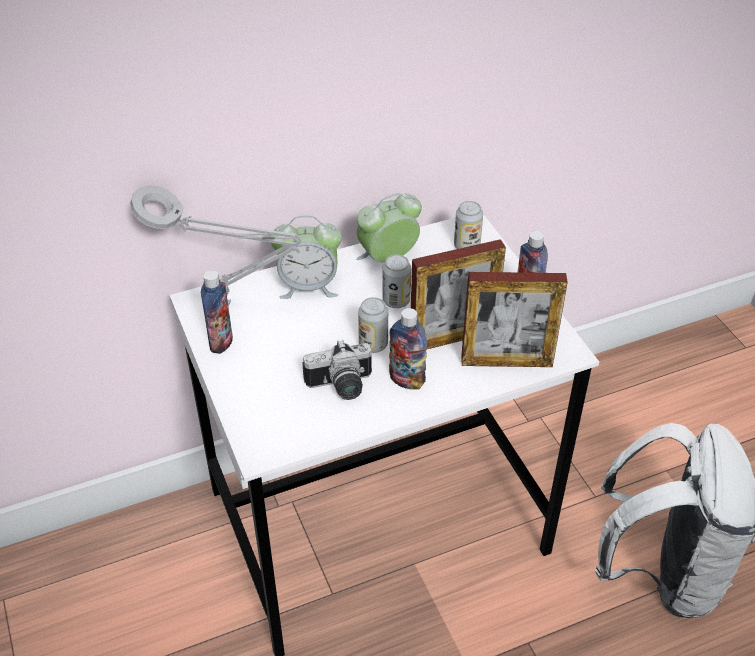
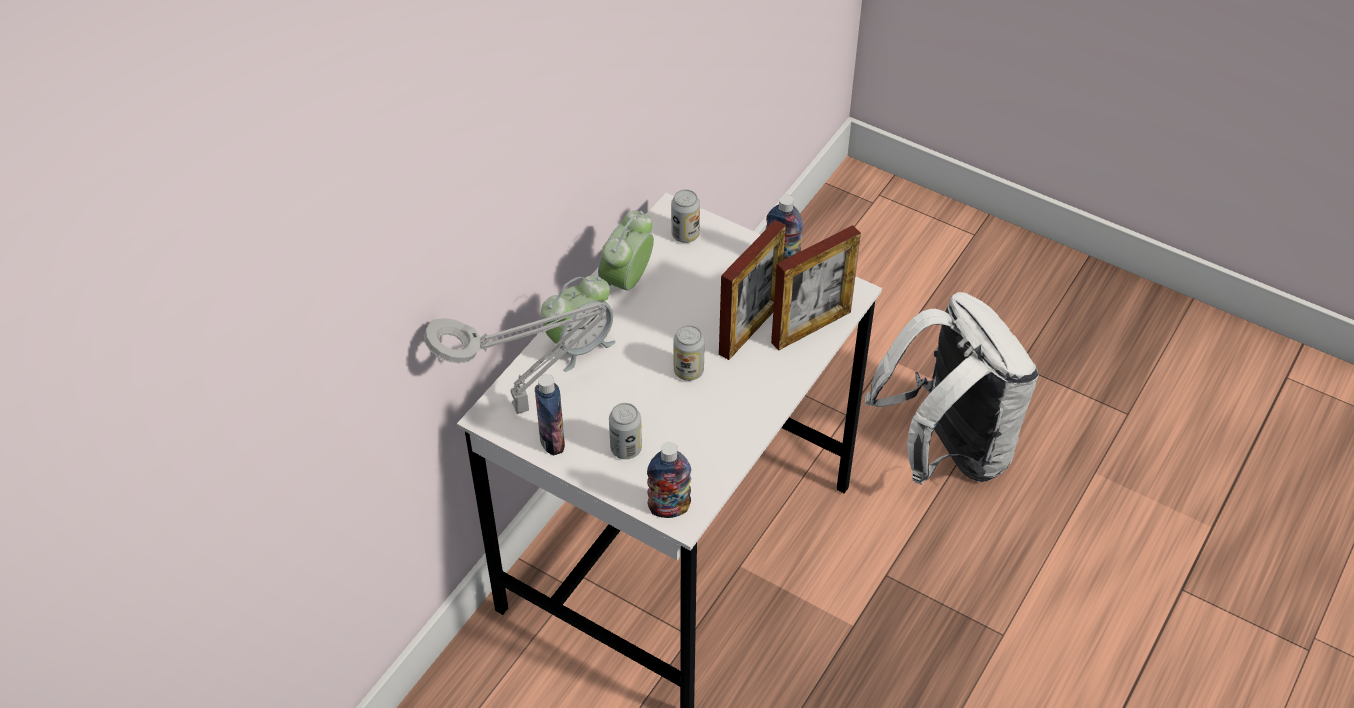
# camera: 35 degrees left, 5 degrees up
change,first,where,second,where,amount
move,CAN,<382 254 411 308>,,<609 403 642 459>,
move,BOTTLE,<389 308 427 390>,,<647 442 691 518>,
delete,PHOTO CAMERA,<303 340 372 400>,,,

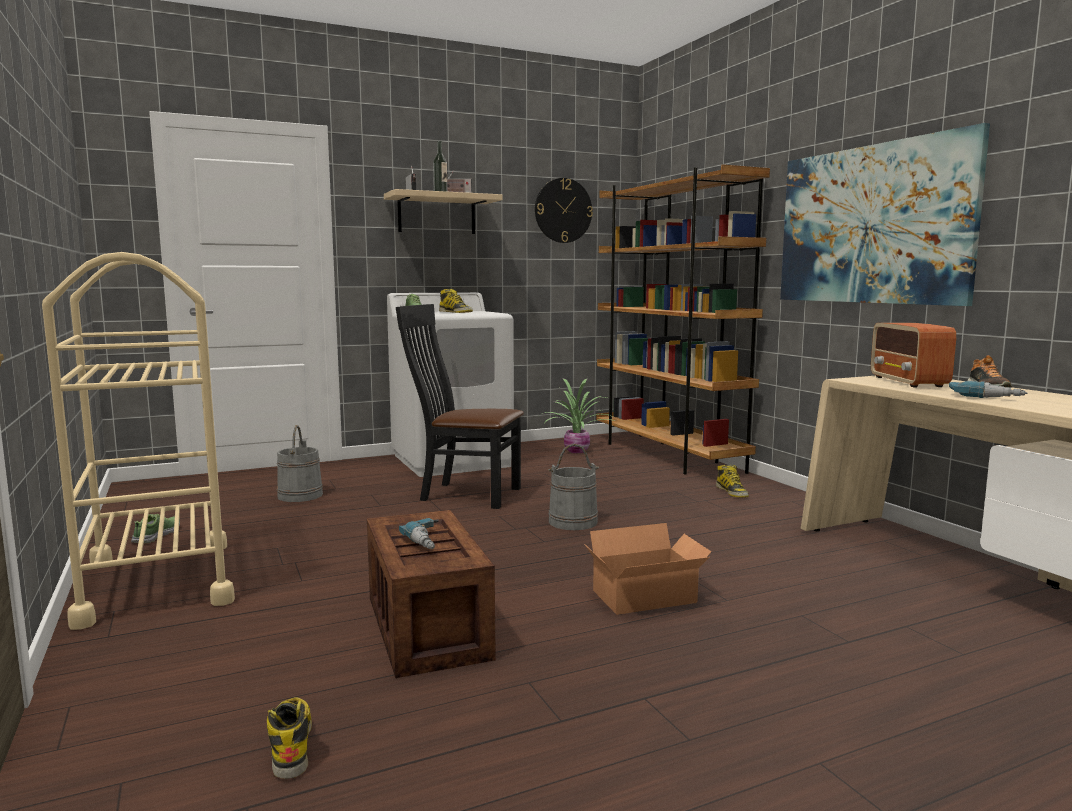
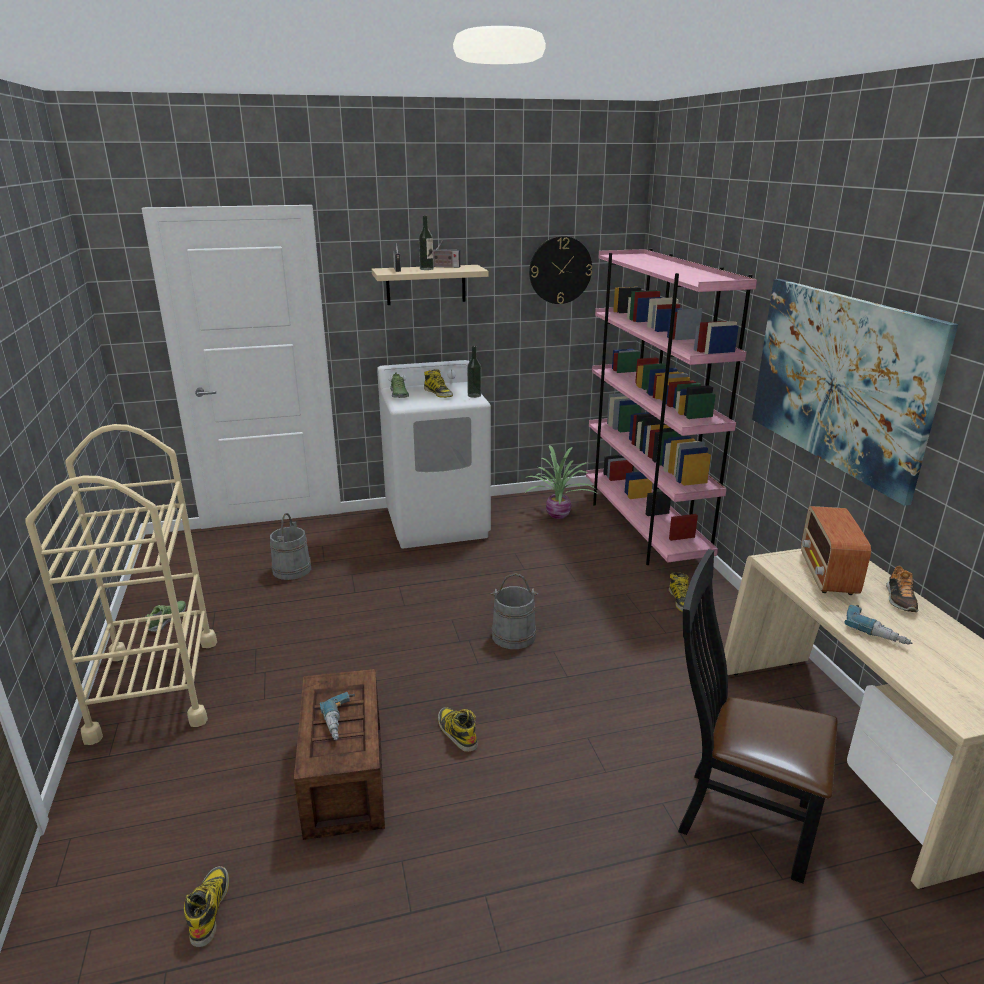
# camera: 10 degrees right, 15 degrees up
change,first,where,second,where,amount
recolor,BROWN BOOKCASE,<596 164 770 474>,PINK BOOKCASE,<586 249 757 565>,
move,BLACK CHAIR,<396 304 524 509>,,<678 549 838 884>,
delete,CARDBOARD BOX,<584 523 711 615>,,,
insert,,,BOTTLE,<467 346 481 398>,
insert,,,BOOT,<438 707 478 752>,

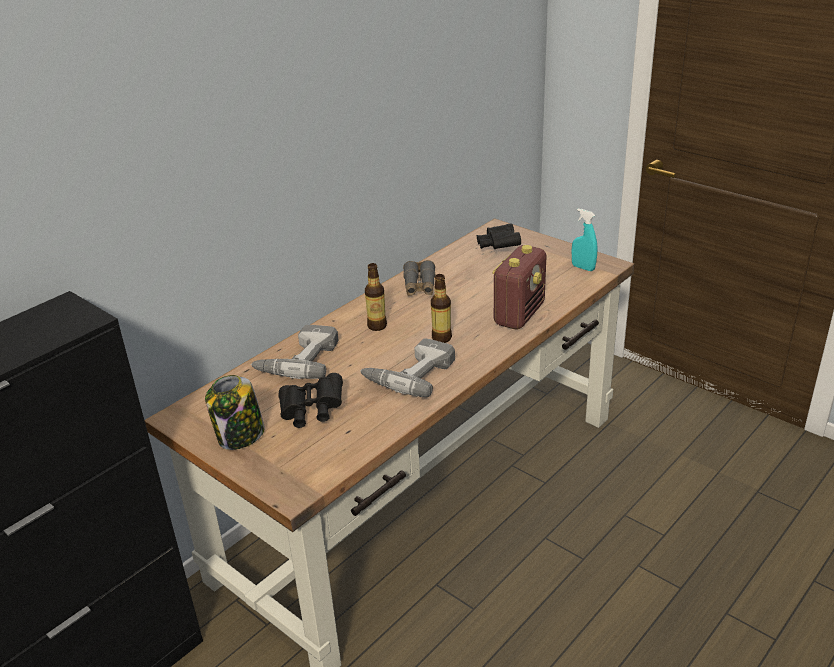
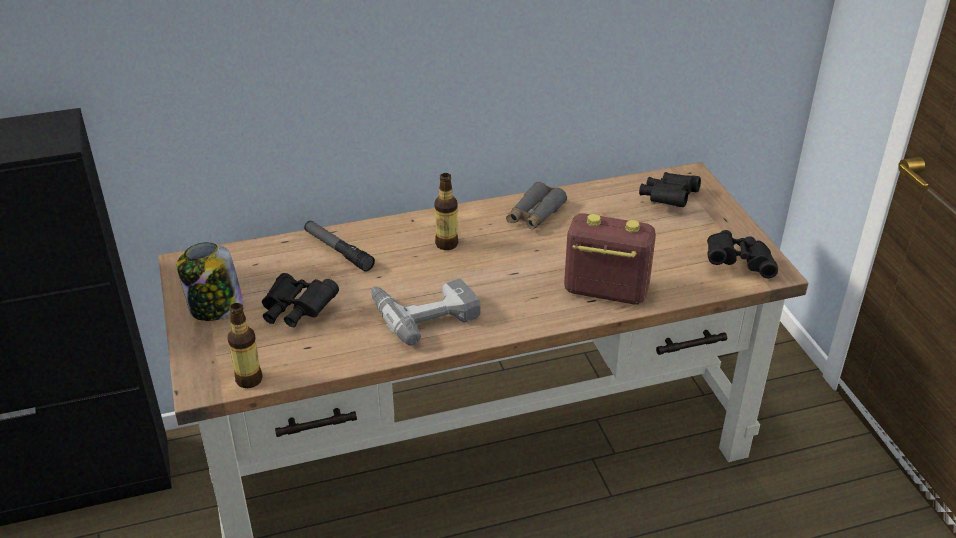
# camera: 30 degrees right, 5 degrees up
change,first,where,second,where,amount
replace,TURQUOISE SPRAY BOTTLE,<572 208 597 271>,BLACK BINOCULARS,<707 230 778 278>,
rotate,RADIO,<492 245 546 329>,,<564 213 656 305>,135 degrees counterclockwise
move,BOTTLE,<431 274 452 343>,,<228 303 263 388>,
replace,POWER DRILL,<251 325 338 379>,FLASHLIGHT,<304 221 375 272>,

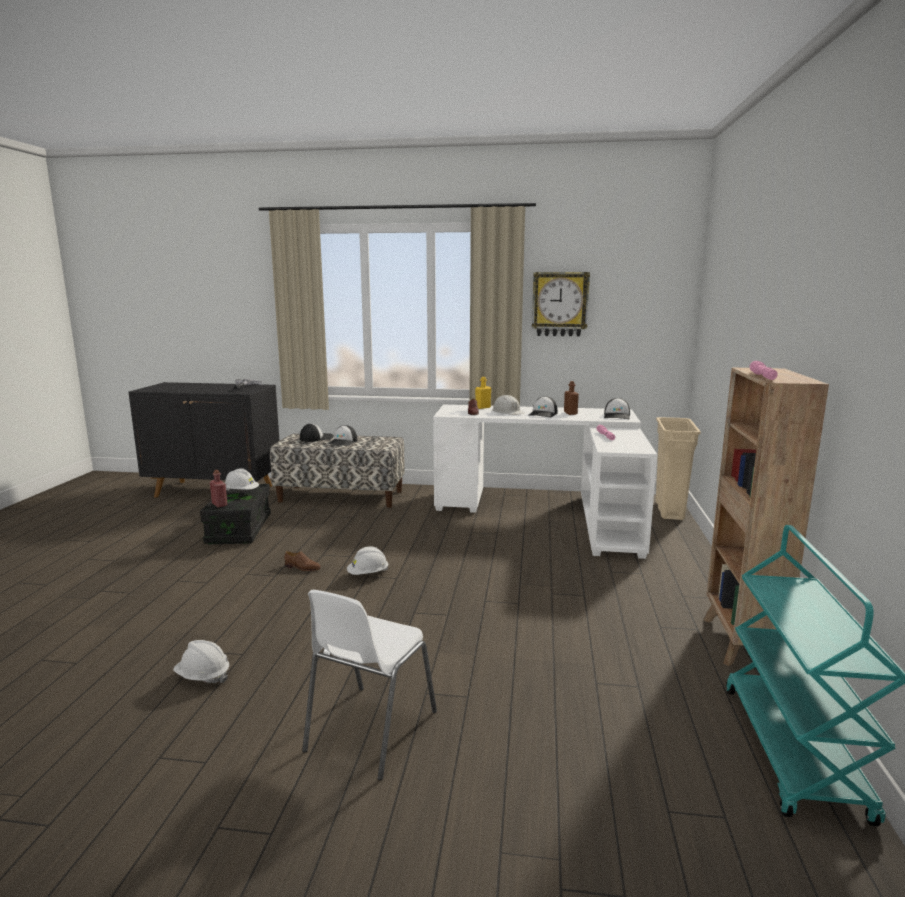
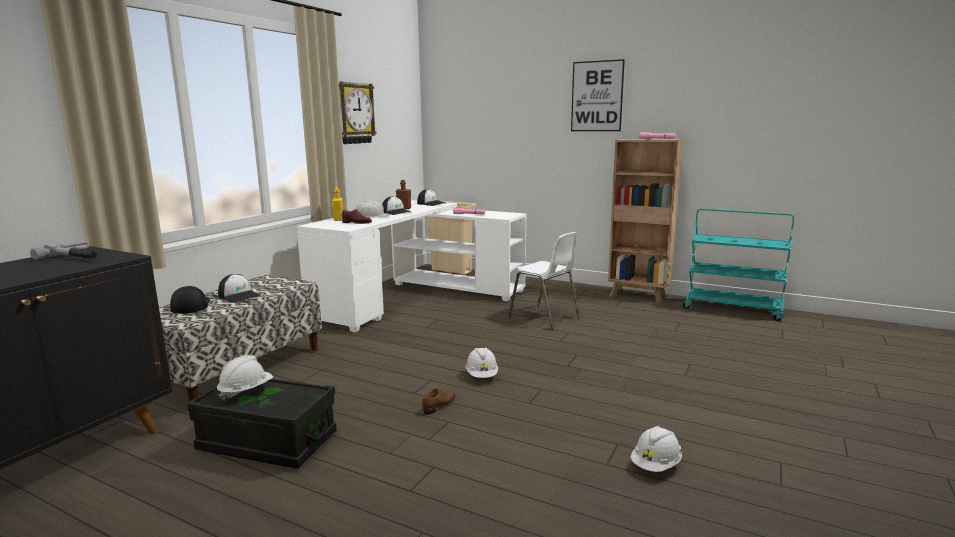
# camera: 70 degrees left, 0 degrees up
change,first,where,second,where,amount
delete,RED BOTTLE,<210 470 227 507>,,,
move,WHITE CHAIR,<302 590 437 781>,,<508 232 580 330>,
insert,,,PICTURE,<571 59 625 131>,

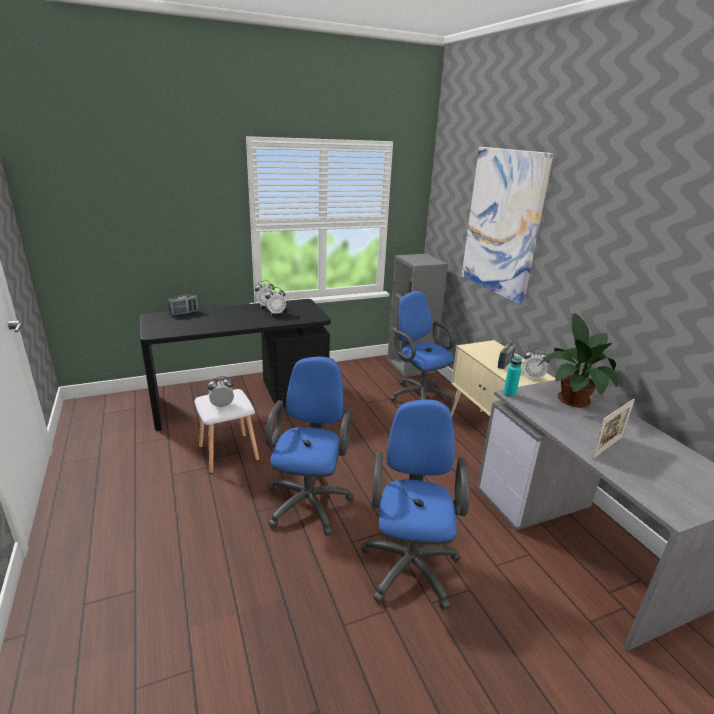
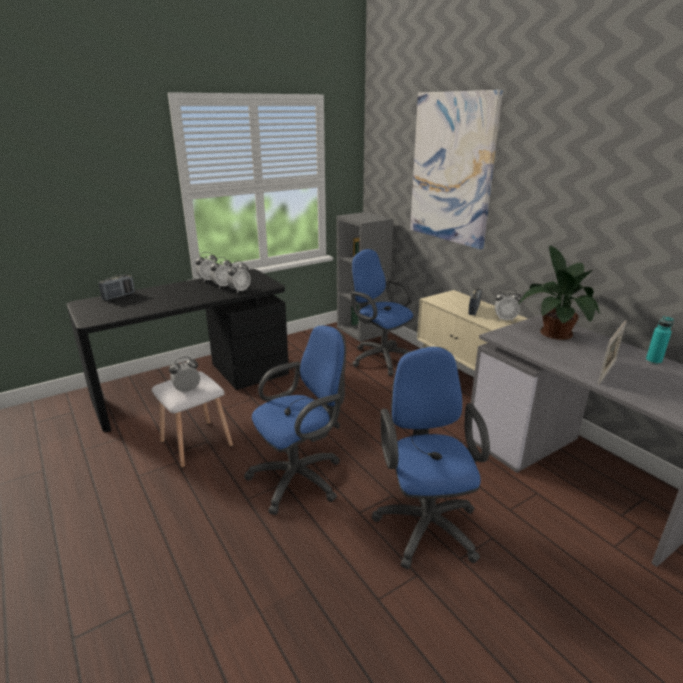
# camera: 10 degrees left, 0 degrees up
change,first,where,second,where,amount
move,TURQUOISE BOTTLE,<503 356 522 397>,,<646 316 674 365>,
rotate,BLUE OFFICE CHAIR,<265 357 354 536>,,<244 325 346 515>,60 degrees clockwise
insert,,,ALARM CLOCK,<227 261 250 293>,

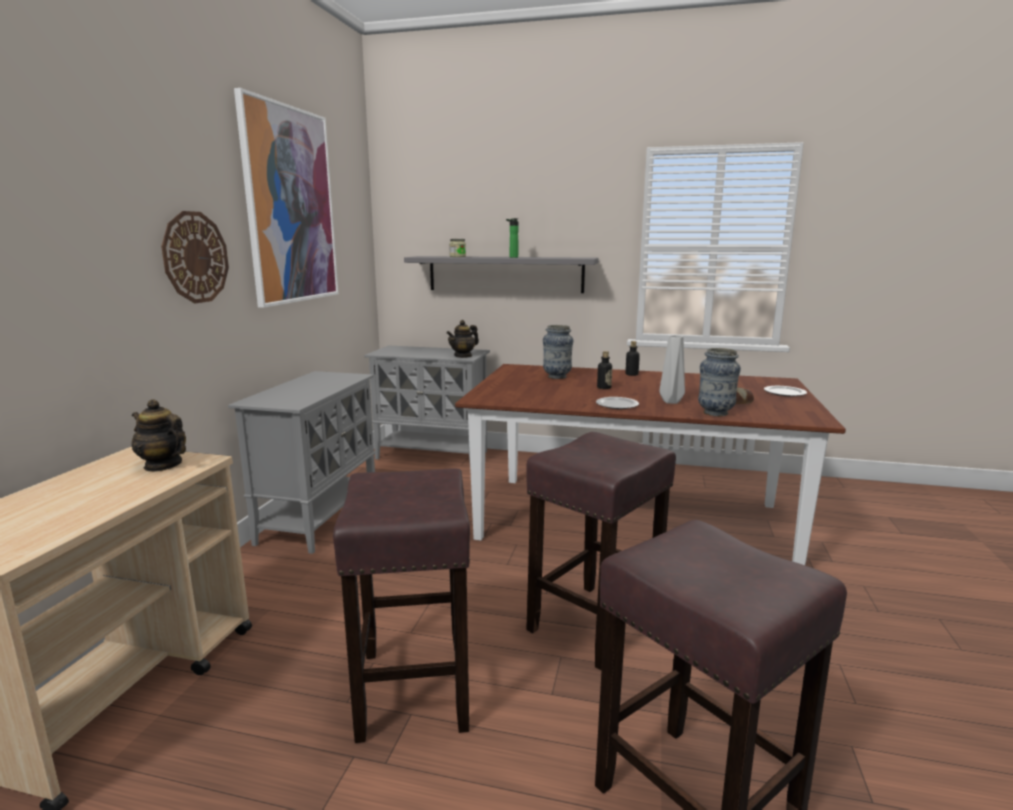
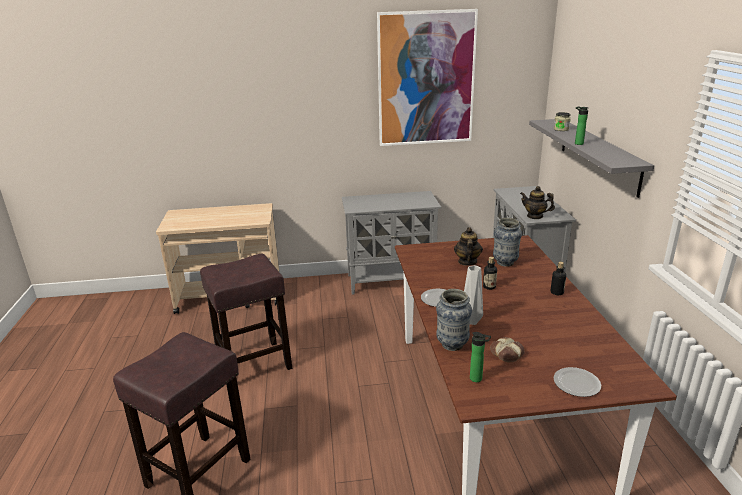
# camera: 70 degrees right, 10 degrees up
change,first,where,second,where,amount
delete,WALL CLOCK,<161 211 229 303>,,,
move,TEAPOT,<132 399 186 472>,,<454 227 483 266>,
delete,BROWN STOOL,<526 432 676 671>,,,
insert,,,BOTTLE,<470 332 491 382>,

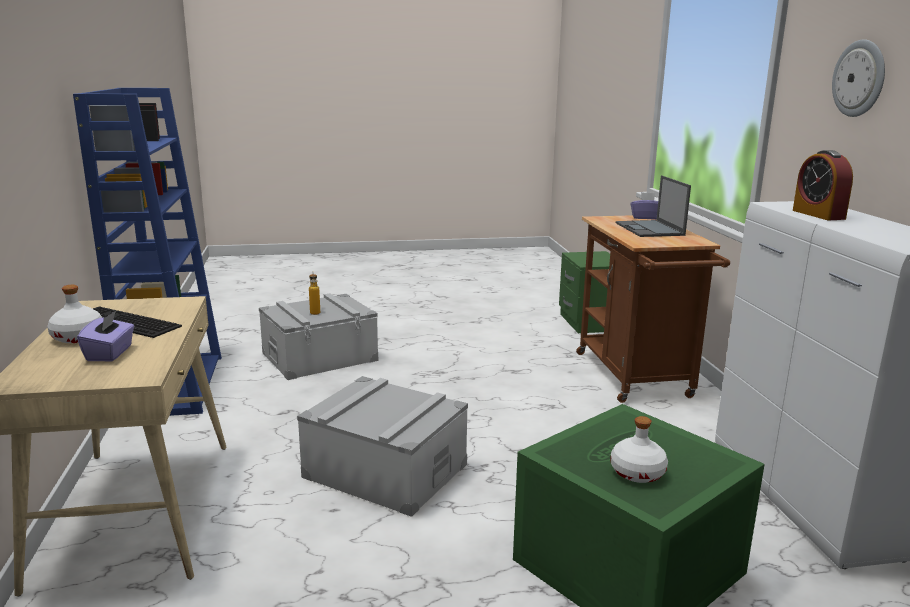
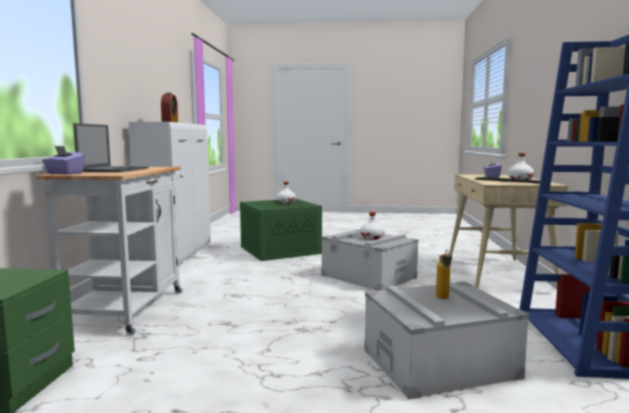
# camera: 165 degrees left, 10 degrees down
change,first,where,second,where,amount
delete,WALL CLOCK,<832 39 885 117>,,,
recolor,BROWN CART,<576 215 730 403>,WHITE CART,<36 167 184 335>,
insert,,,WHITE BOTTLE,<360 212 384 239>,

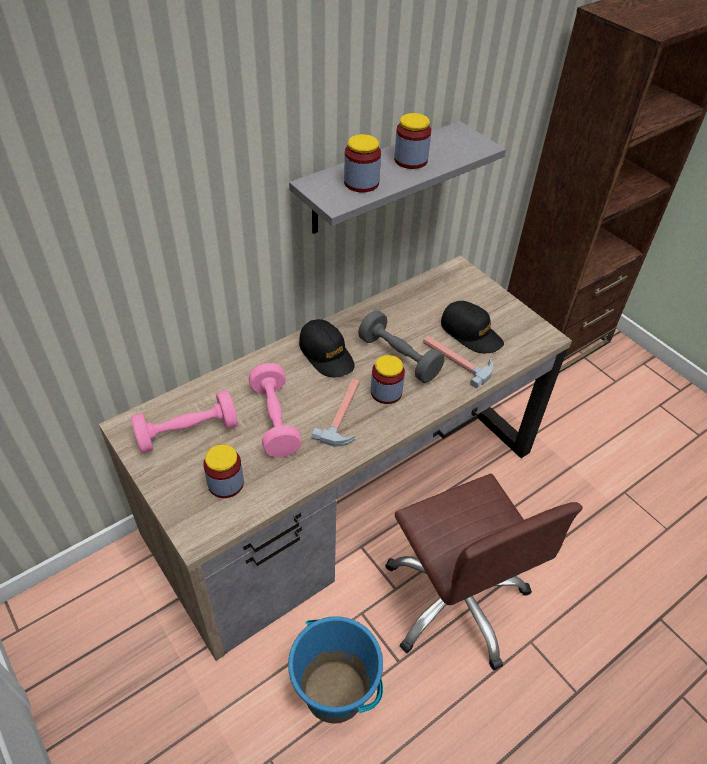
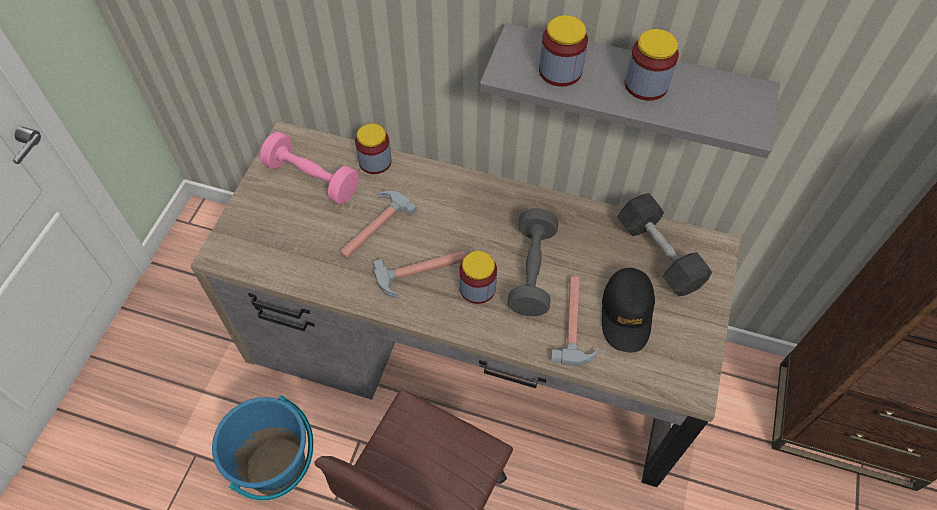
# camera: 55 degrees right, 10 degrees up
change,first,where,second,where,amount
delete,BLACK CAP,<299 319 355 377>,,,
replace,PINK DUMBBELL,<249 363 302 457>,HAMMER,<340 191 418 259>,
move,JAR,<203 444 244 498>,,<355 123 392 174>,
insert,,,BLACK DUMBBELL,<617 193 712 296>,

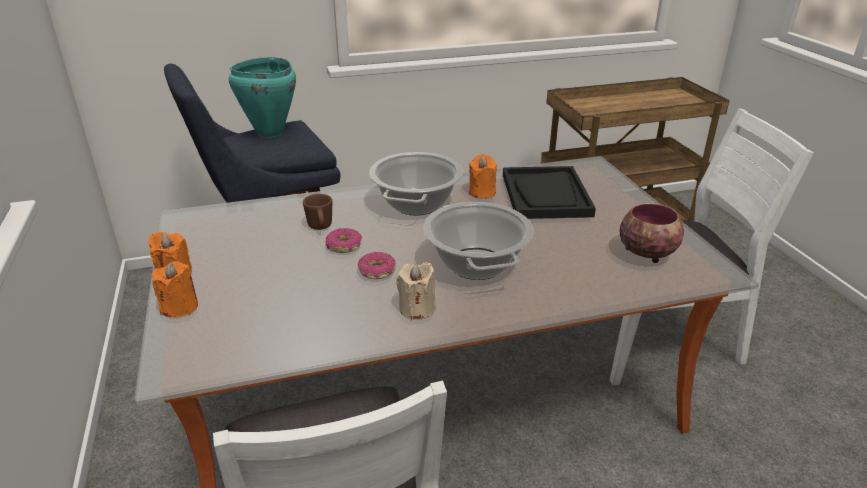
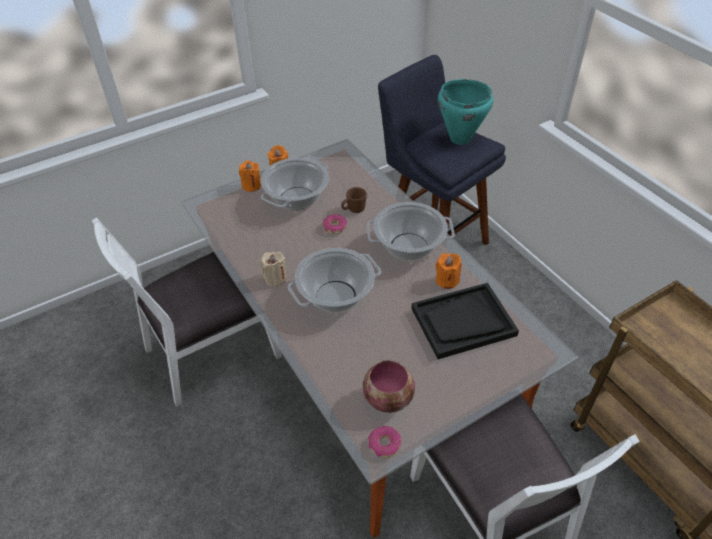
# camera: 75 degrees right, 15 degrees up
change,first,where,second,where,amount
move,DONUT,<358 252 396 279>,,<368 426 401 458>,
insert,,,COOKING POT,<261 158 329 211>,

